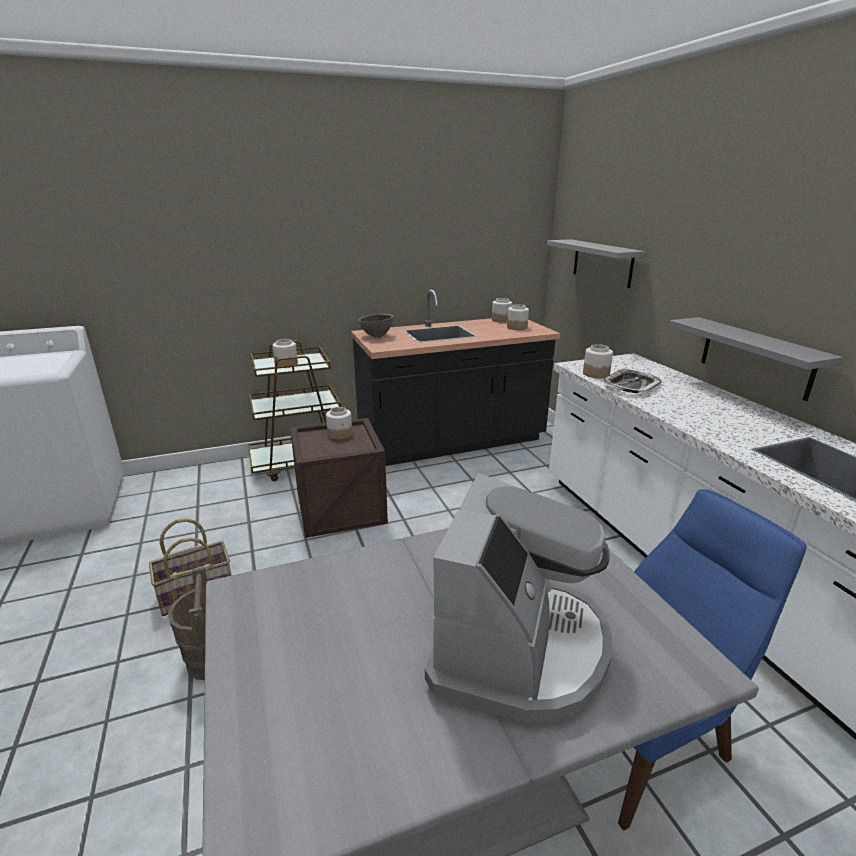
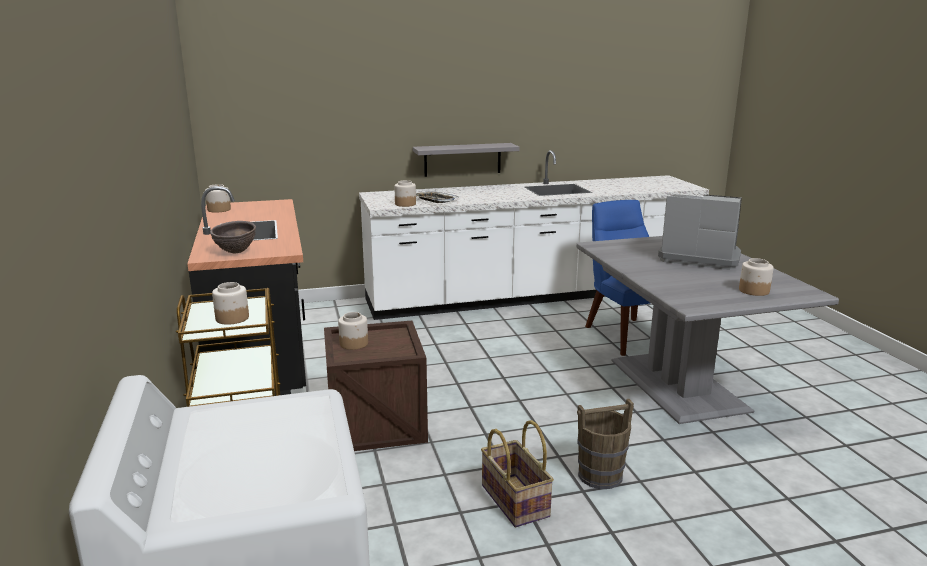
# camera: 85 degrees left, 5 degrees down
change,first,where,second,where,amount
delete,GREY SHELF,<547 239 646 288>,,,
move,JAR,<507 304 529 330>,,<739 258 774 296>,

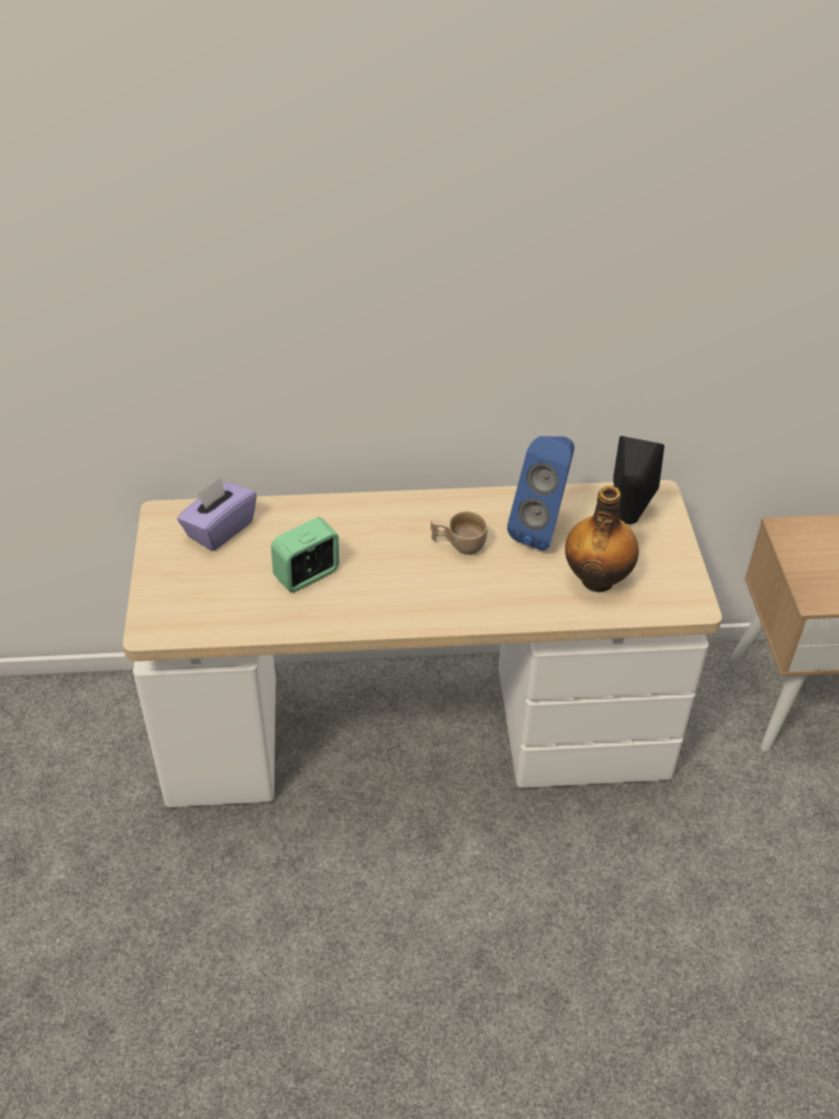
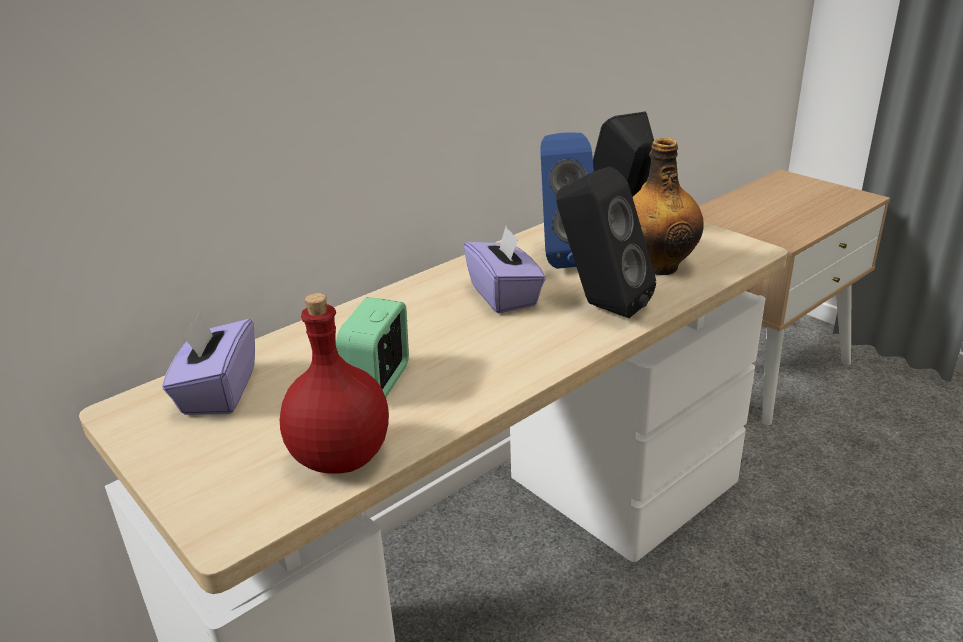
# camera: 35 degrees left, 15 degrees down
change,first,where,second,where,amount
replace,BEIGE CUP,<431 511 487 555>,PURPLE TISSUE BOX,<464 226 546 314>,
insert,,,BLACK SPEAKER,<556 167 656 318>,
insert,,,RED BOTTLE,<280 293 389 473>,

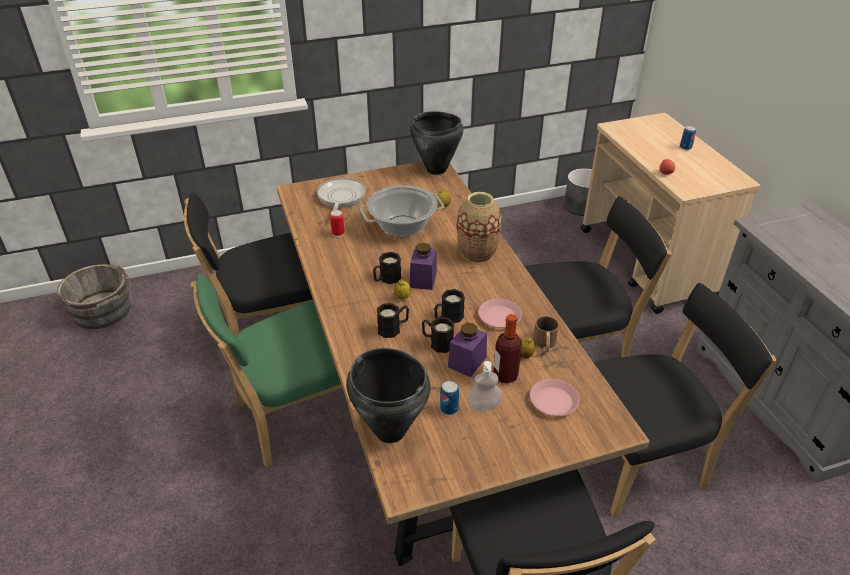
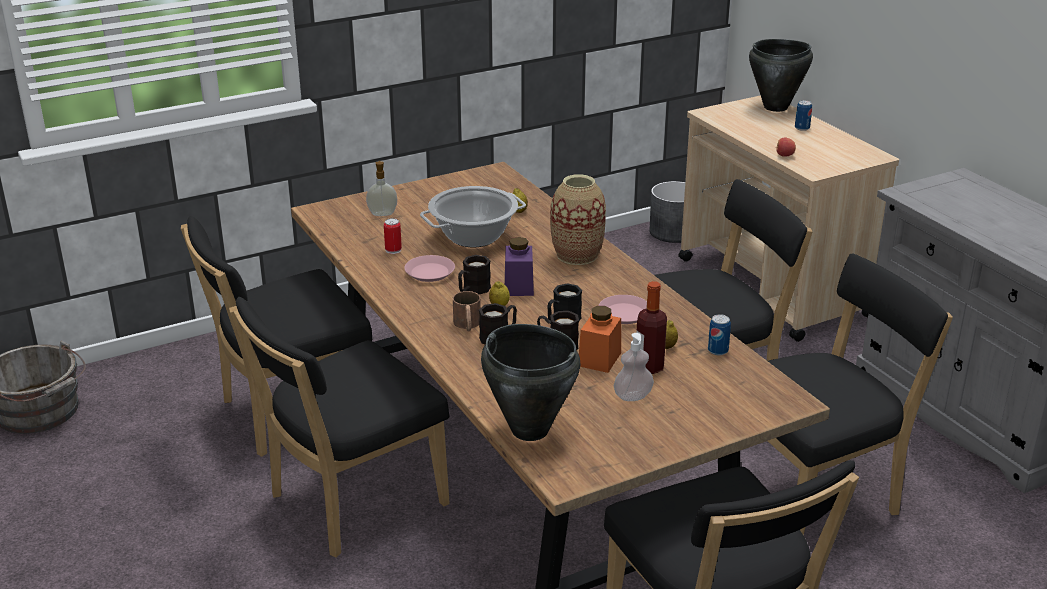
# camera: 10 degrees left, 10 degrees down
change,first,where,second,where,amount
move,BLACK COOKING POT,<410 111 464 175>,,<749 39 813 112>,
replace,FRYING PAN,<317 178 366 211>,SOAP DISPENSER,<366 161 397 216>,
recolor,GREEN CHAIR,<191 274 357 468>,BLACK CHAIR,<229 297 450 558>,
move,BROWN MUG,<533 316 559 353>,,<453 291 481 331>,
recolor,PURPLE JAR,<448 323 487 377>,ORANGE JAR,<579 306 621 373>,
move,PINK PLATE,<530 379 580 416>,,<404 255 455 282>,
move,CAN,<440 381 459 415>,,<708 314 731 355>,

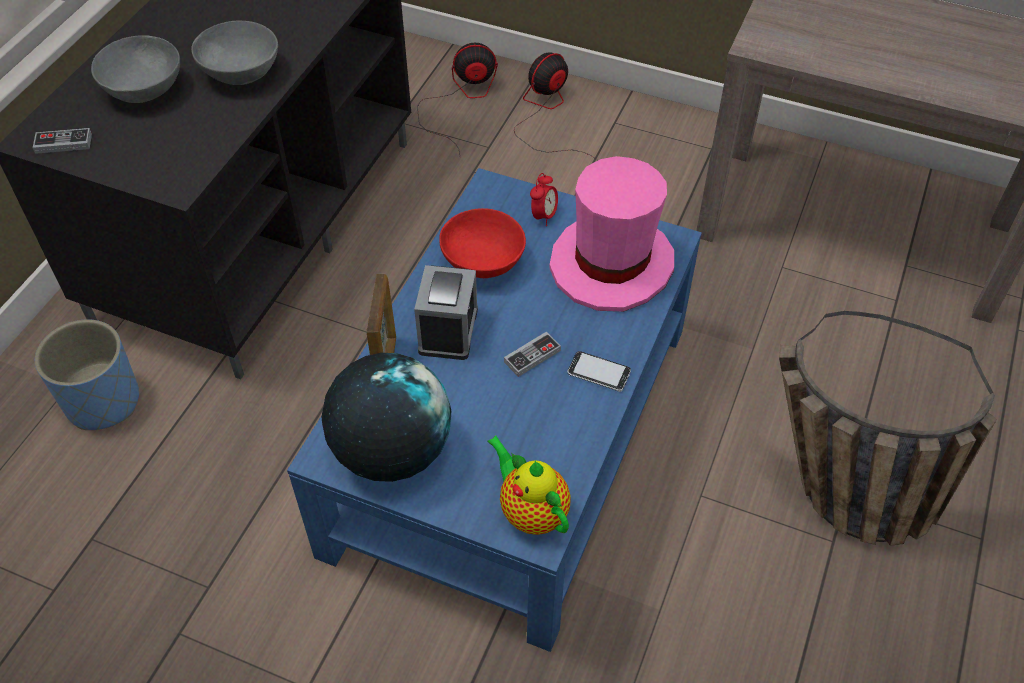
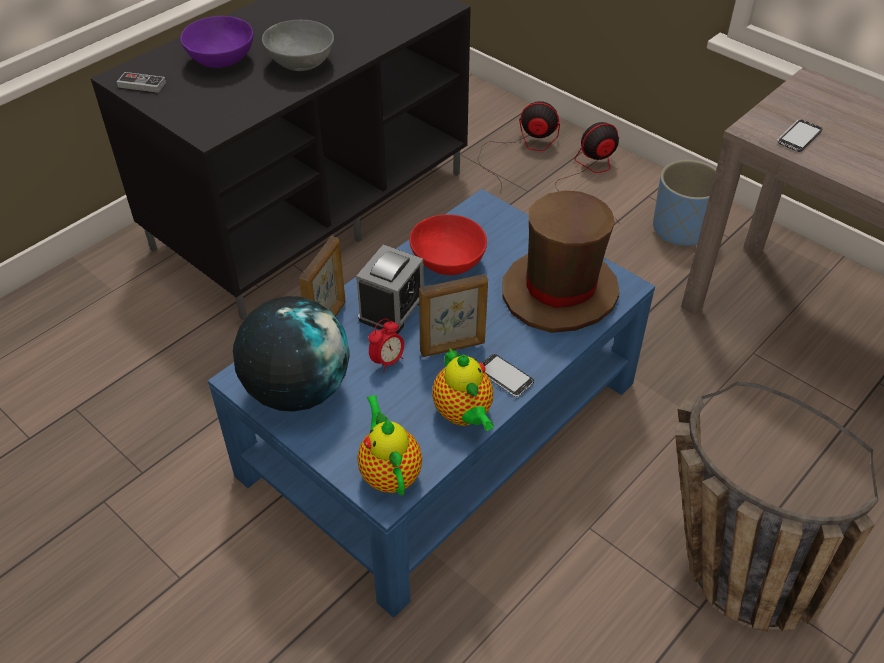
# camera: 20 degrees right, 5 degrees down
change,first,where,second,where,amount
recolor,GREY BOWL,<91 35 180 103>,PURPLE BOWL,<180 16 253 68>,
recolor,PINK HAT,<549 156 674 312>,BROWN HAT,<502 190 620 333>,
move,ALARM CLOCK,<530 173 558 226>,,<368 318 404 372>,
move,BLUE PLANTER,<35 319 139 430>,,<653 160 716 246>,
replace,GAME CONTROLLER,<504 332 561 377>,PICTURE FRAME,<419 274 488 357>,
insert,,,PHONE,<777 119 822 152>,
insert,,,TEAPOT,<432 348 494 431>,

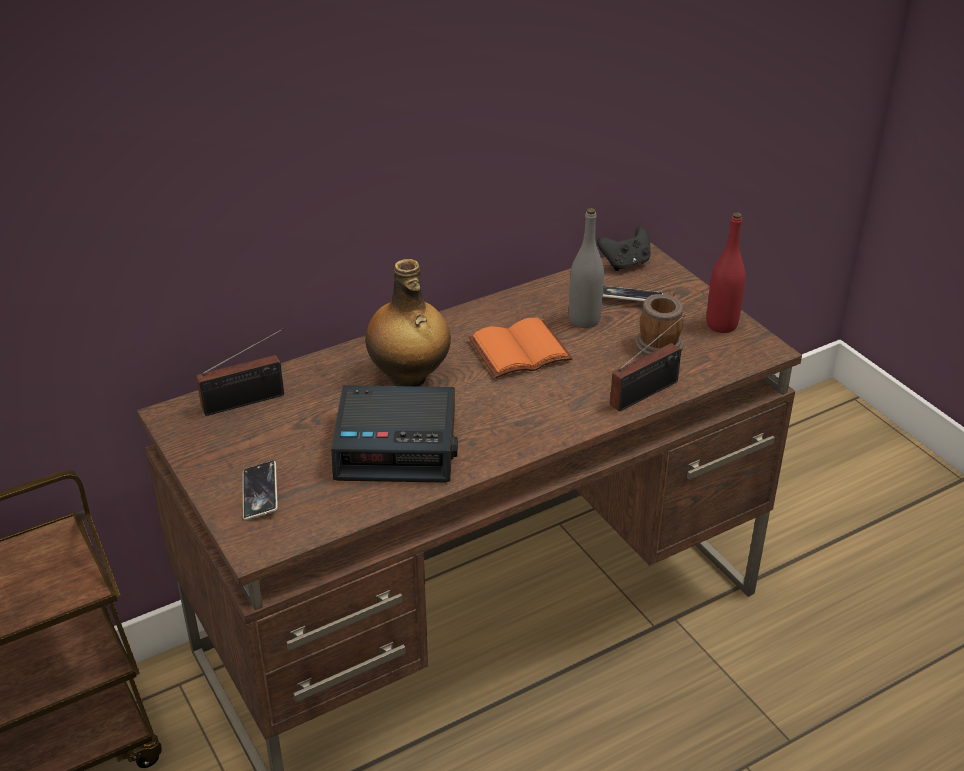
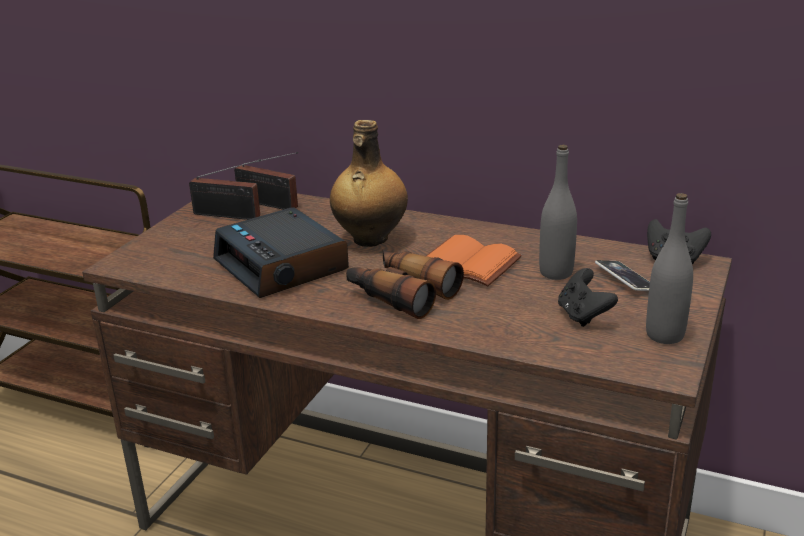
# camera: 55 degrees right, 10 degrees down
change,first,where,second,where,amount
recolor,RED BOTTLE,<706 212 746 333>,GREY BOTTLE,<646 193 693 344>,
replace,MUG,<635 291 684 356>,BLACK GAME CONTROLLER,<558 268 618 327>,
move,RADIO,<610 315 685 412>,,<189 159 261 220>,
delete,PHONE,<243 461 278 520>,,,
insert,,,BINOCULARS,<346 249 464 319>,

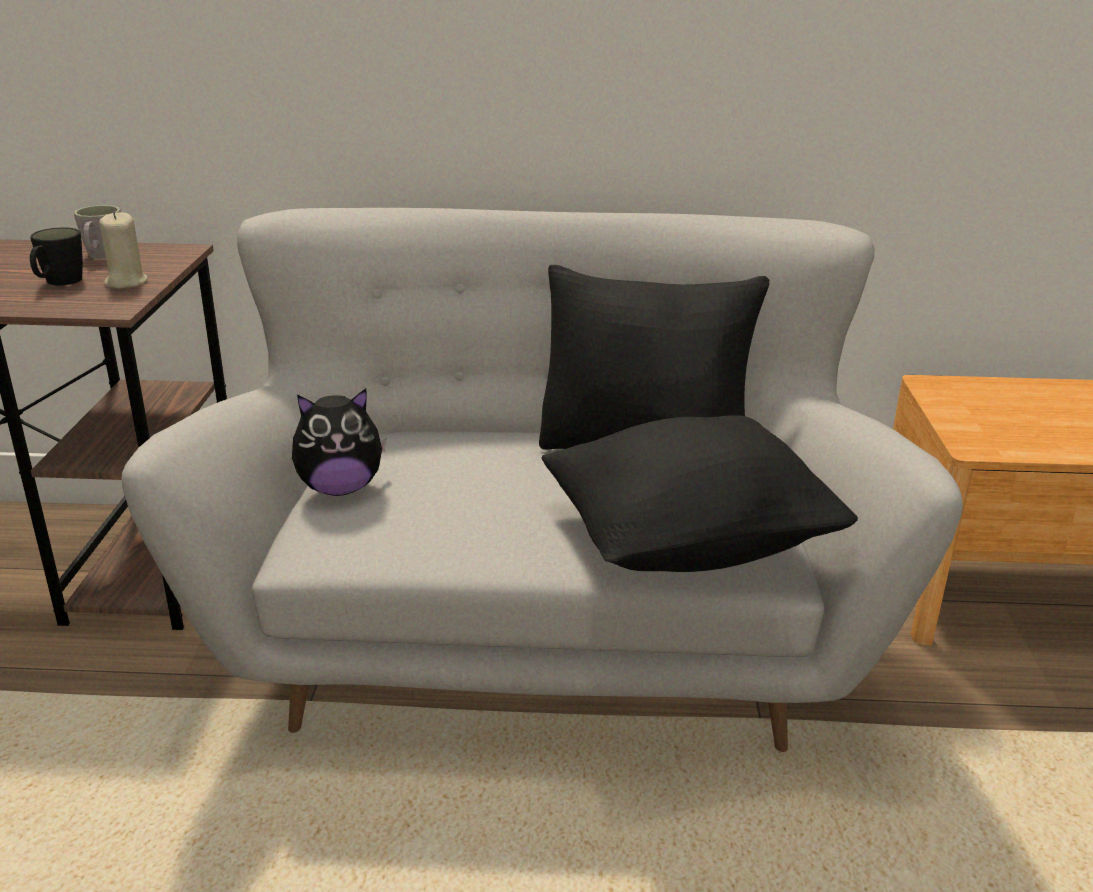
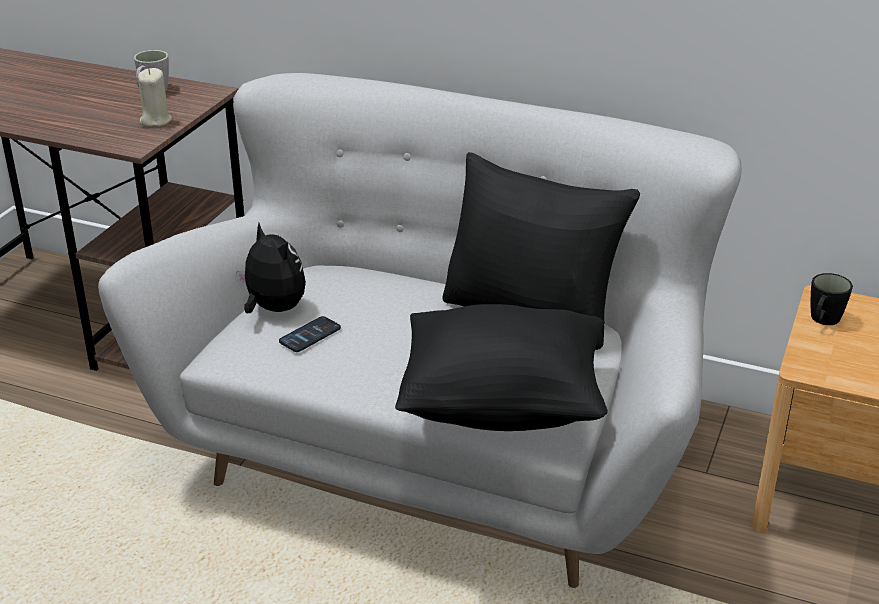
# camera: 20 degrees right, 5 degrees up
change,first,where,second,where,amount
move,BLACK MUG,<30 227 83 285>,,<810 273 853 325>,
rotate,PLUSH TOY,<292 389 386 496>,,<236 223 306 313>,135 degrees counterclockwise
insert,,,PHONE,<279 316 341 352>,

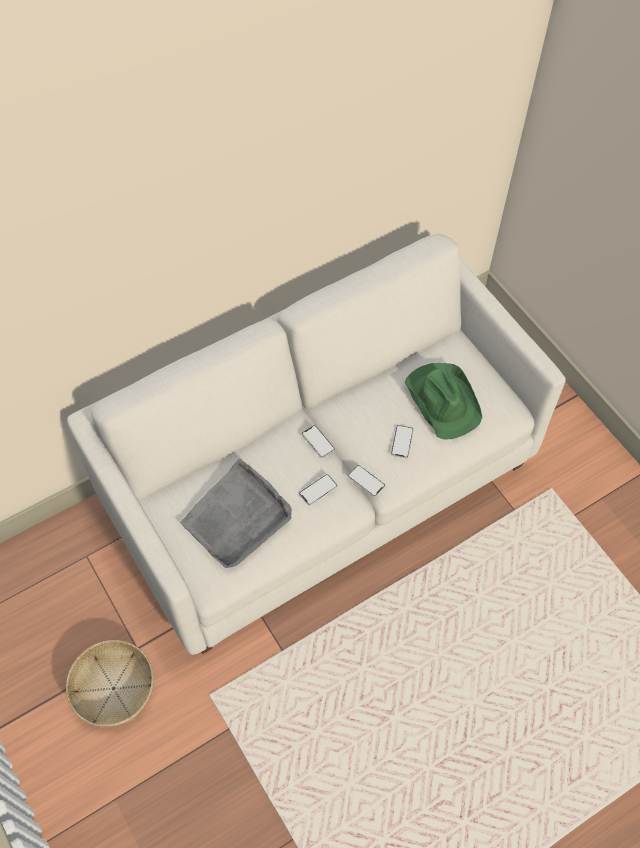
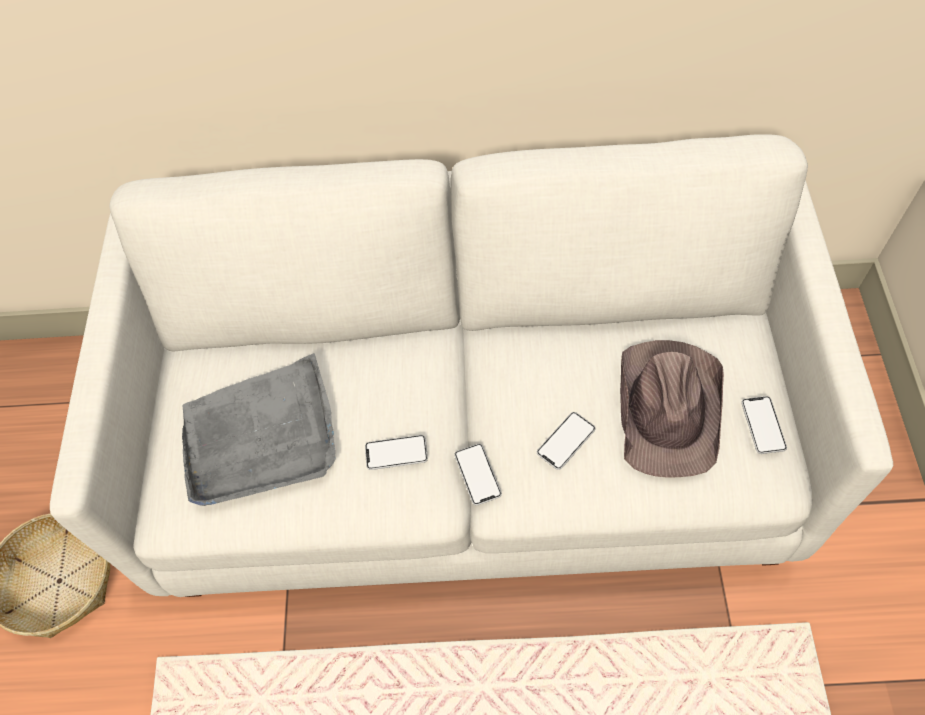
# camera: 35 degrees right, 0 degrees up
change,first,where,second,where,amount
recolor,GREEN HAT,<405 363 482 440>,BROWN HAT,<620 340 724 478>,
move,PHONE,<302 425 335 458>,,<741 396 787 454>,

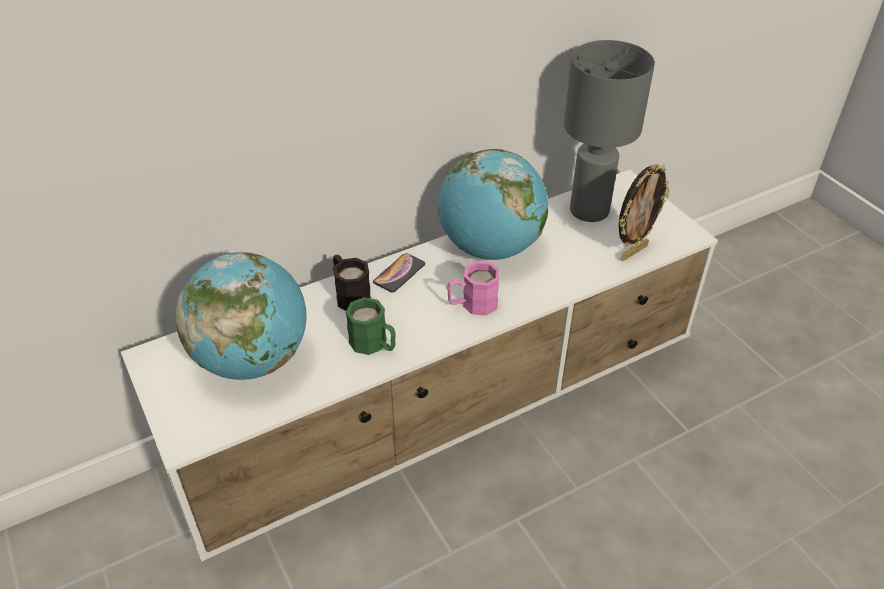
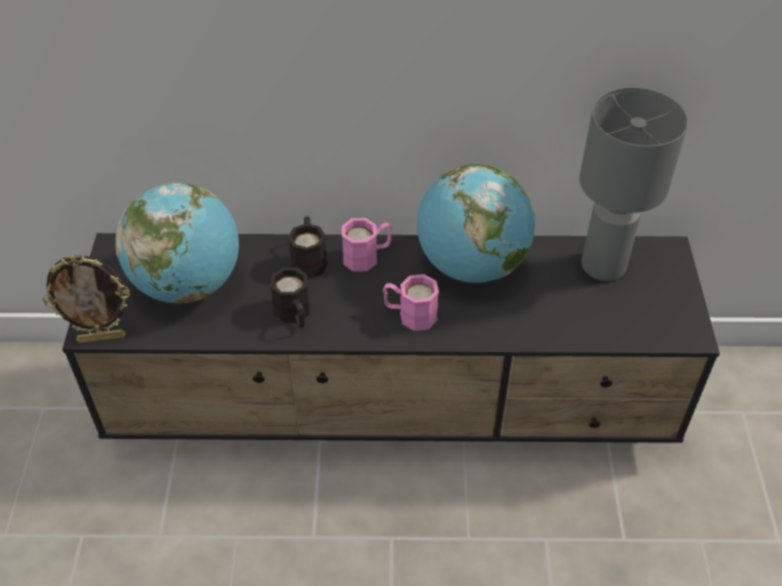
# camera: 30 degrees right, 5 degrees up
change,first,where,second,where,amount
move,PICTURE FRAME,<619 164 670 261>,,<42 255 130 343>,
recolor,WHITE TV STAND,<121 170 718 562>,BLACK TV STAND,<62 233 720 443>,
replace,PHONE,<373 253 425 293>,PINK MUG,<342 218 392 272>,
recolor,GREEN MUG,<345 297 396 355>,BLACK MUG,<270 268 310 328>,

